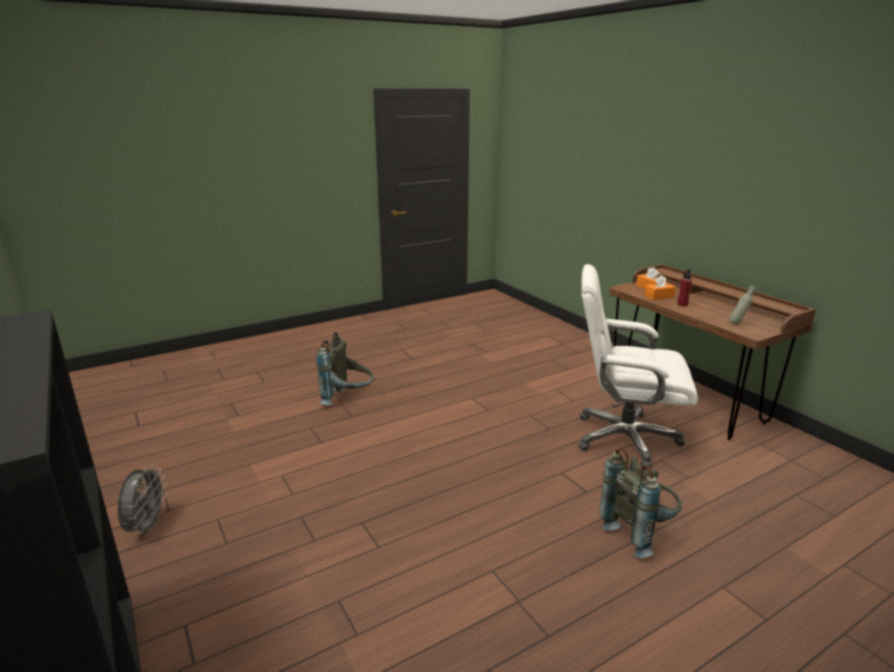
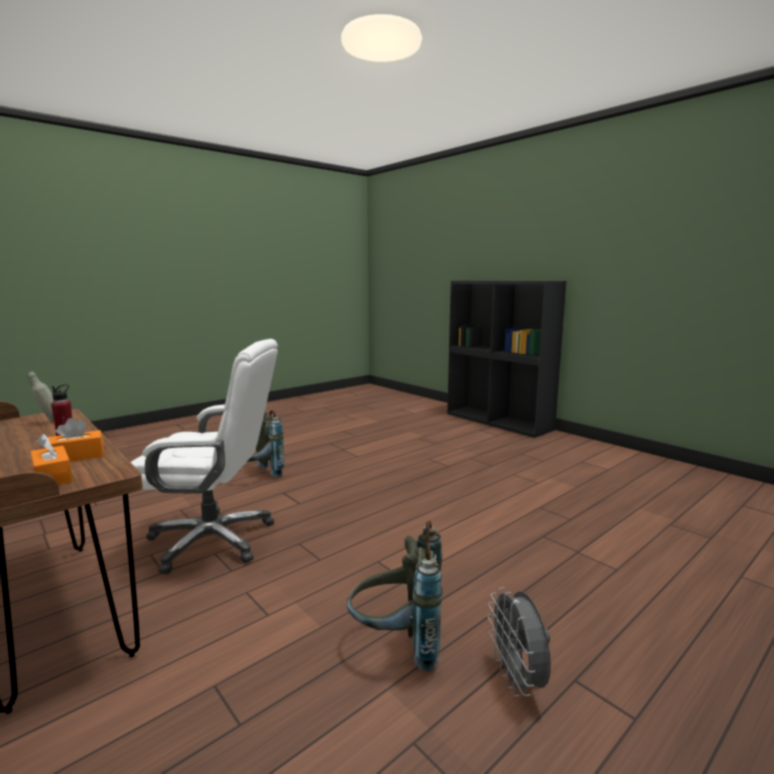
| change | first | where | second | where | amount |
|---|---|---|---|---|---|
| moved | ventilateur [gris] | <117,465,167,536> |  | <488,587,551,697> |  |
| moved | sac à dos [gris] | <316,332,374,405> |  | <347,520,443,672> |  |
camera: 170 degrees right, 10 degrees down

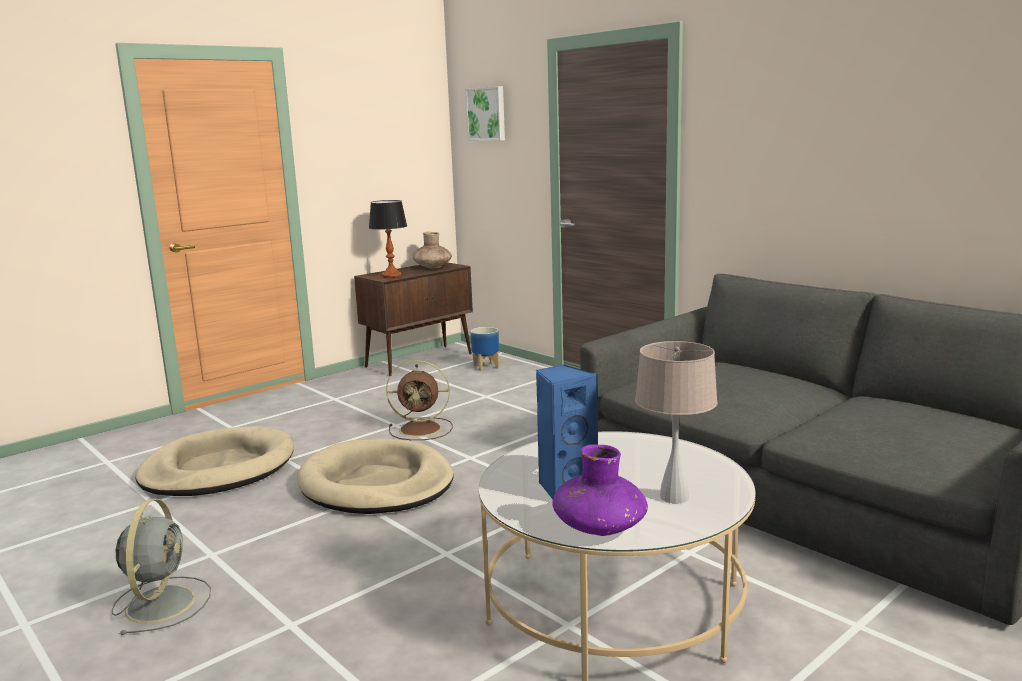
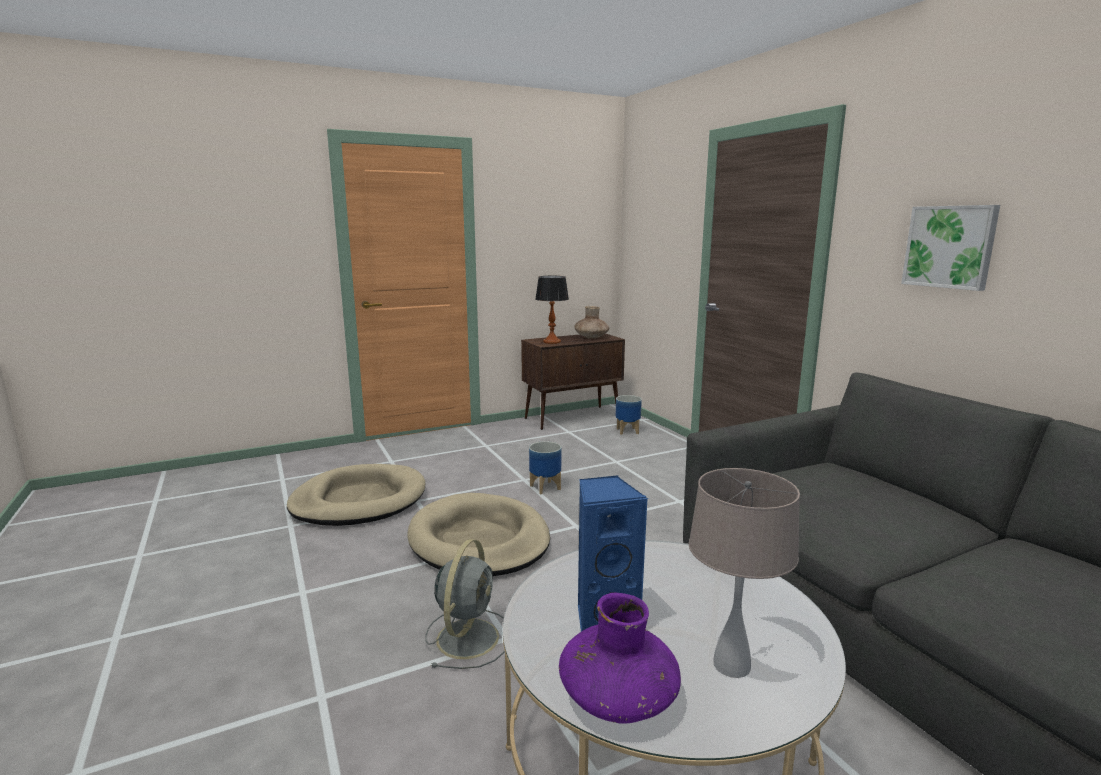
| change | first | where | second | where | amount |
|---|---|---|---|---|---|
| moved | ventilateur [gris] | <112,499,211,635> |  | <425,539,505,669> |  |
| moved | tableau | <465,86,505,141> |  | <901,205,1000,291> |  |
| replaced | ventilateur [marron] | <386,360,453,440> | cache-pot | <529,441,561,494> |  |
camera: 15 degrees right, 0 degrees up

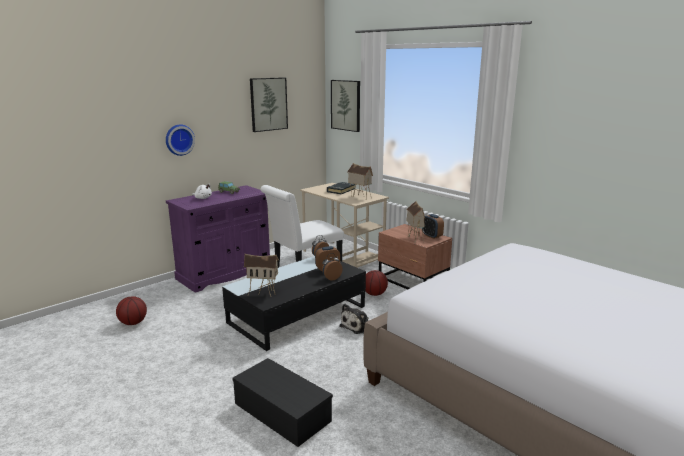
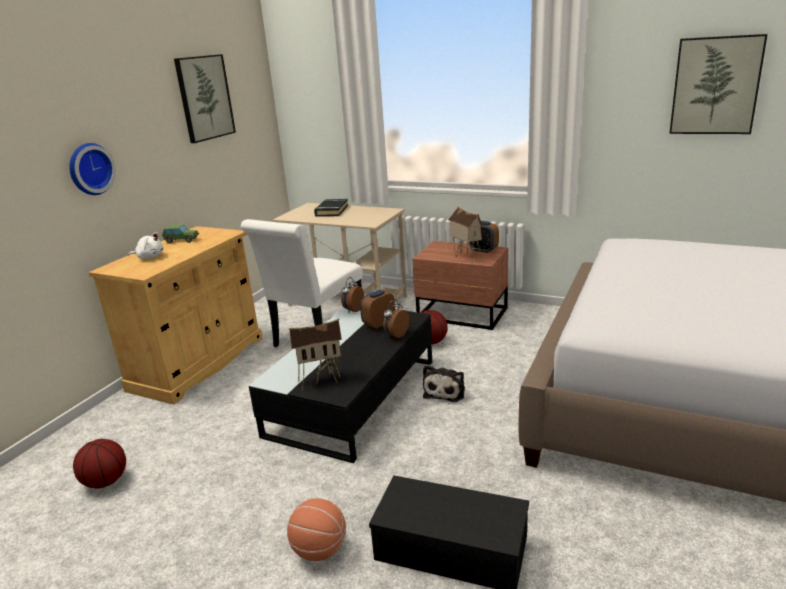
| change | first | where | second | where | amount |
|---|---|---|---|---|---|
| removed | maison miniature | <347,163,373,200> |  |  |  |
| added |  |  | ballon de basket | <287,498,346,561> |  |
| moved | tableau | <331,80,360,132> |  | <669,34,768,134> |  |
| recoloured | meuble de rangement [violet] | <166,185,270,293> | meuble de rangement [beige] | <89,226,263,404> |  |
camera: 20 degrees left, 5 degrees up

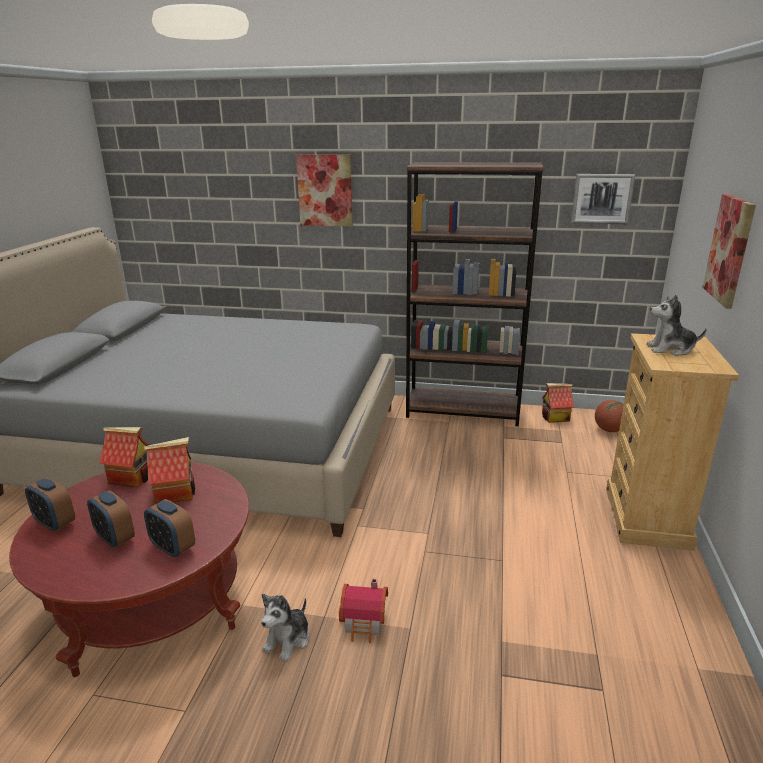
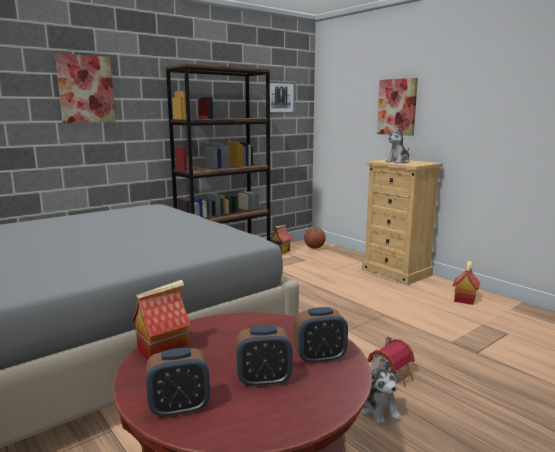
| change | first | where | second | where | amount |
|---|---|---|---|---|---|
| moved | maison miniature | <144,437,195,504> |  | <453,261,480,305> |  |
camera: 50 degrees left, 10 degrees down

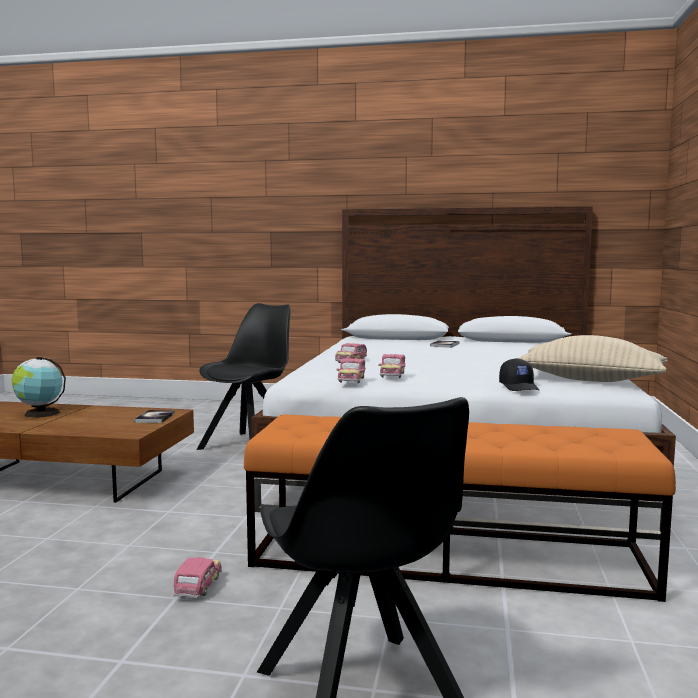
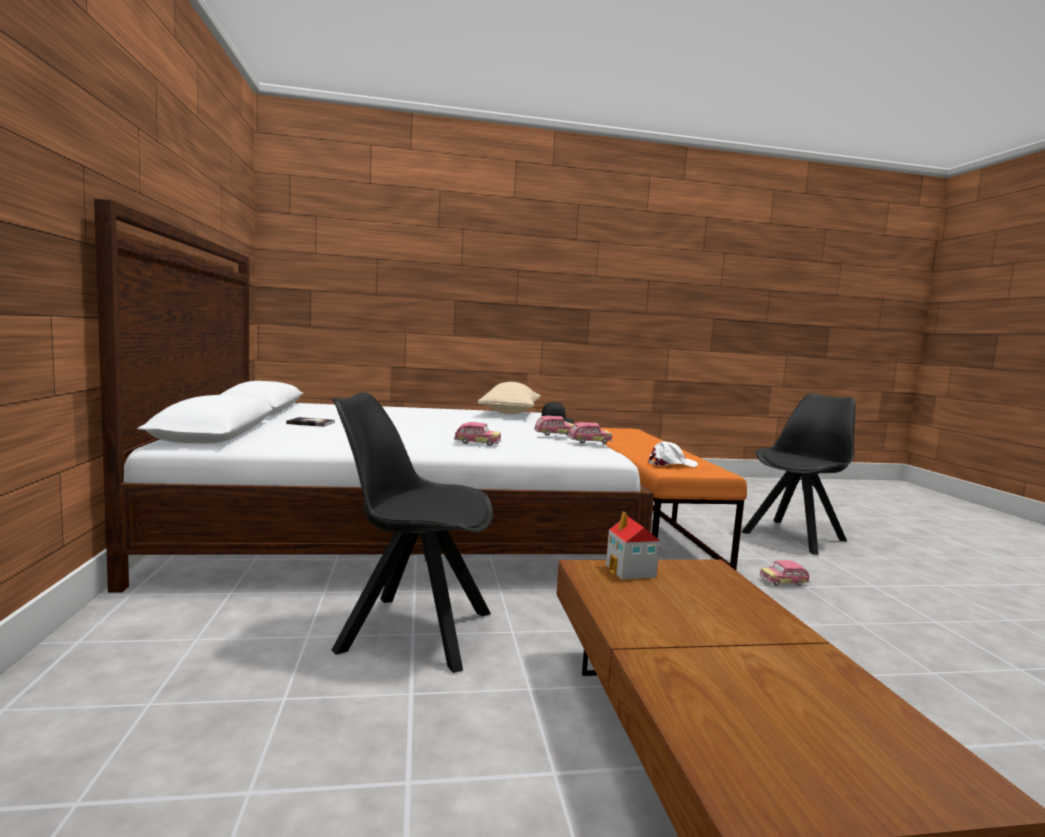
| change | first | where | second | where | amount |
|---|---|---|---|---|---|
| removed | globe | <11,357,66,418> |  |  |  |
| added |  |  | casquette [blanc] | <648,441,698,467> |  |
| replaced | livre | <134,410,175,423> | maison miniature | <606,512,660,580> |  |
camera: 110 degrees left, 0 degrees up

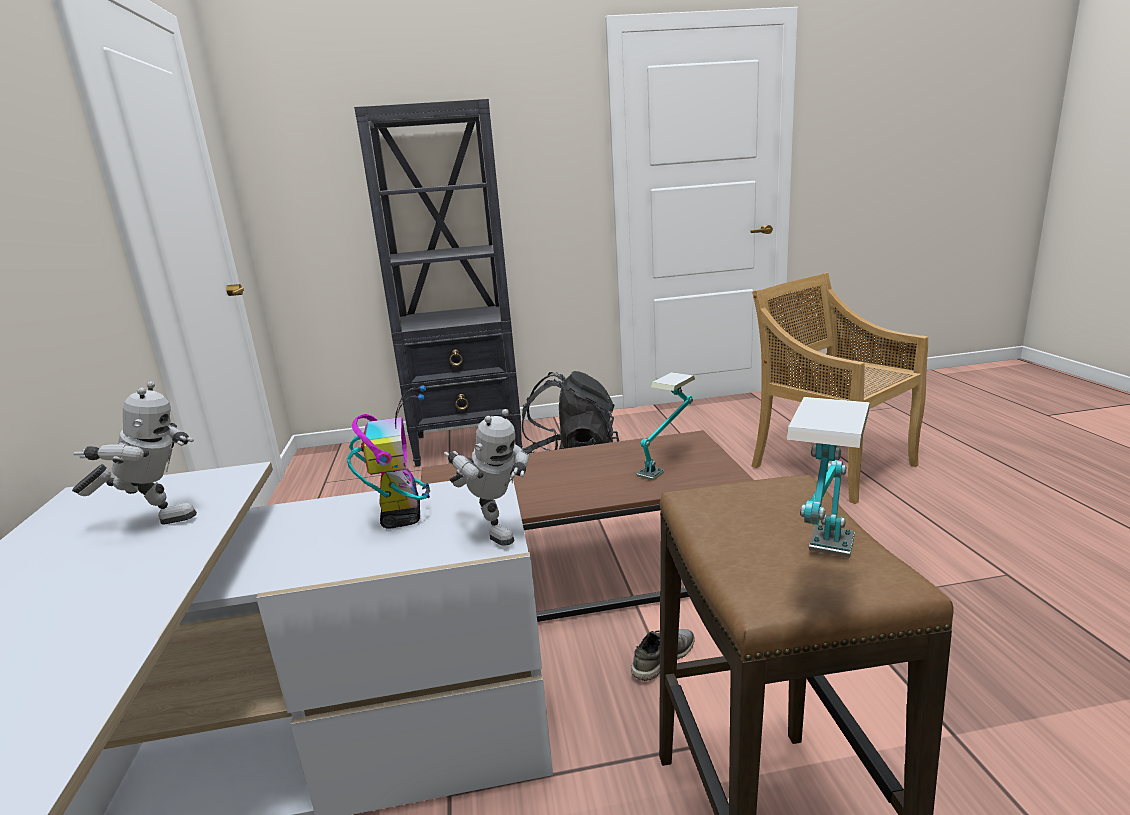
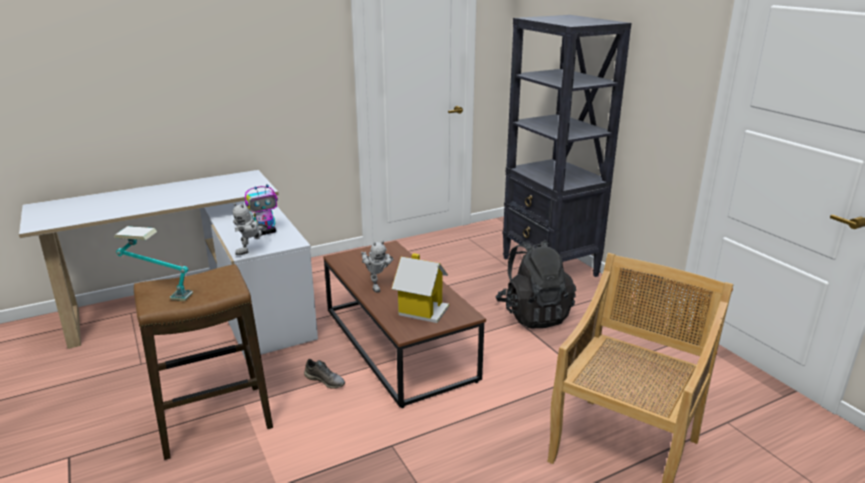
| change | first | where | second | where | amount |
|---|---|---|---|---|---|
| moved | robot jouet | <72,381,197,525> |  | <361,241,393,293> |  |
| replaced | lampe de table | <636,372,695,481> | maison miniature | <392,253,449,323> |  |
camera: 70 degrees right, 5 degrees up

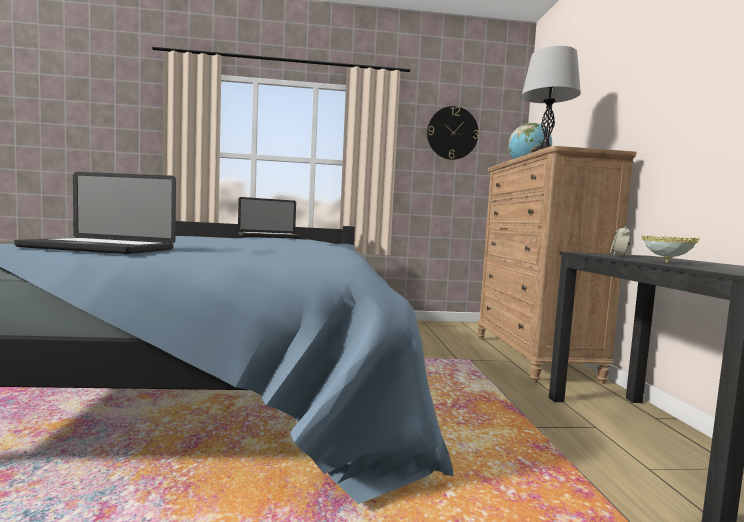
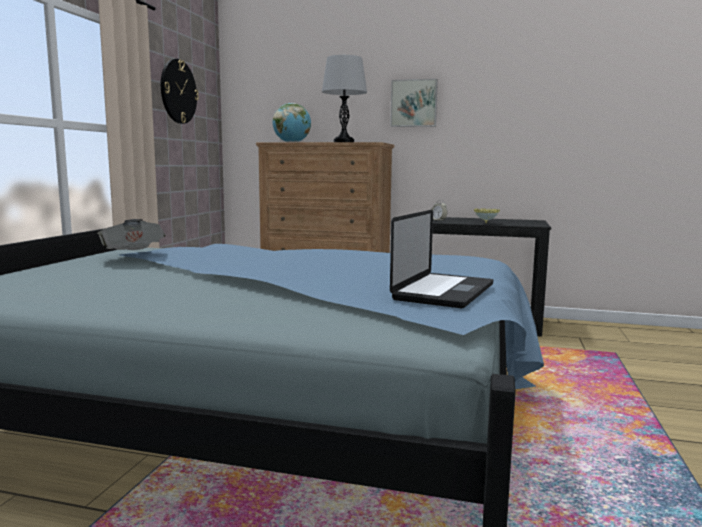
| change | first | where | second | where | amount |
|---|---|---|---|---|---|
| added |  |  | tableau | <390,79,438,127> |  |
| replaced | ordinateur portable | <238,197,302,239> | journal | <97,220,166,250> |  |
camera: 70 degrees left, 5 degrees up

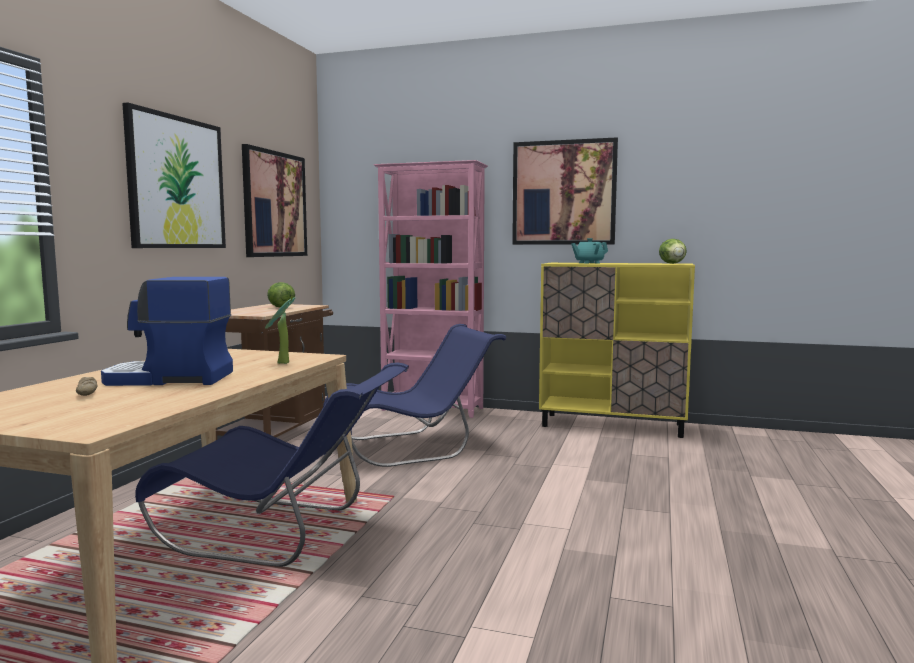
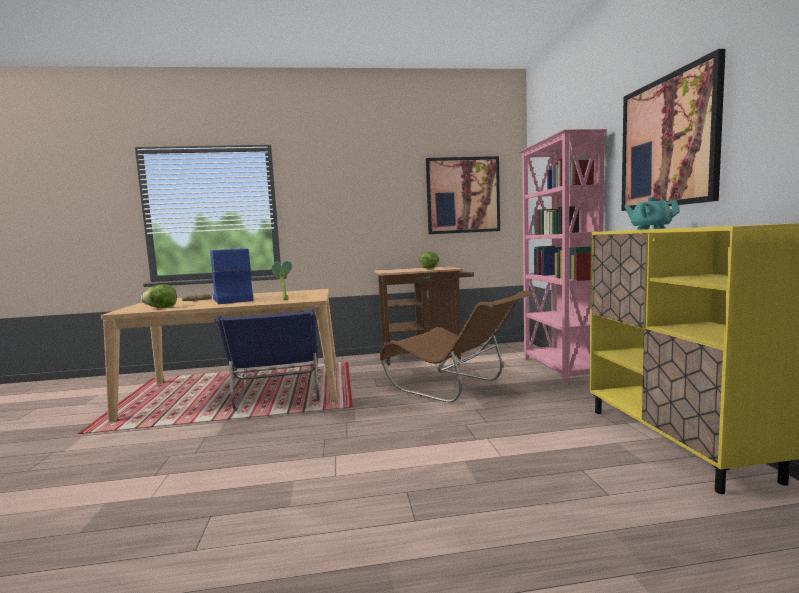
| change | first | where | second | where | amount |
|---|---|---|---|---|---|
| removed | tableau | <122,103,226,248> |  |  |  |
| moved | laitue | <659,239,687,264> |  | <141,284,177,308> |  |
| recoloured | chaise [bleu] | <323,324,506,467> | chaise [marron] | <380,291,532,403> |  |
camera: 65 degrees right, 0 degrees up

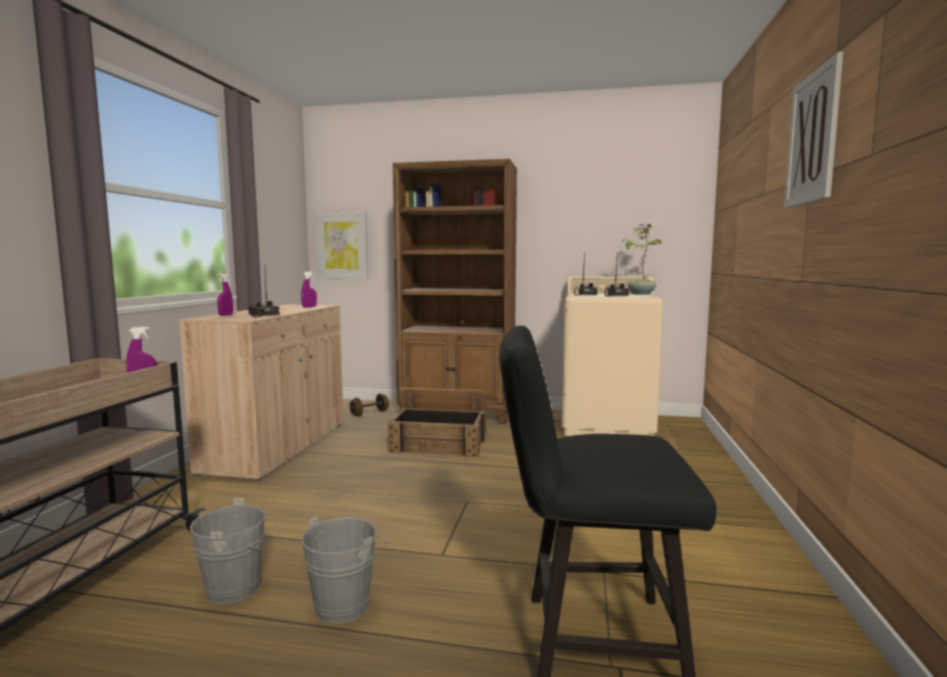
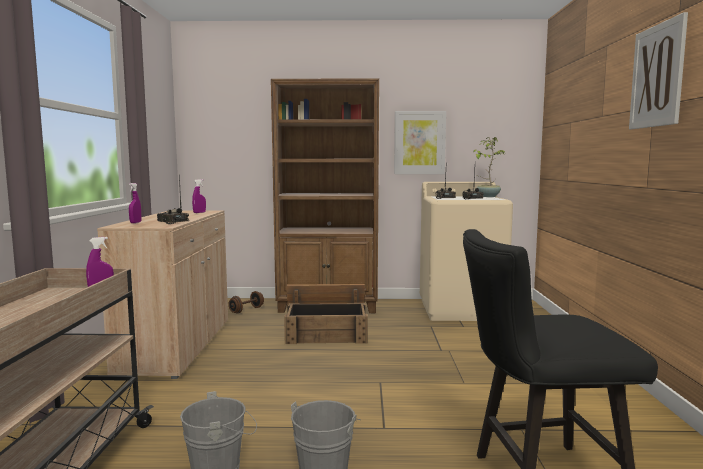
| change | first | where | second | where | amount |
|---|---|---|---|---|---|
| moved | tableau | <315,212,368,279> |  | <394,111,446,174> |  |
camera: 10 degrees left, 0 degrees up

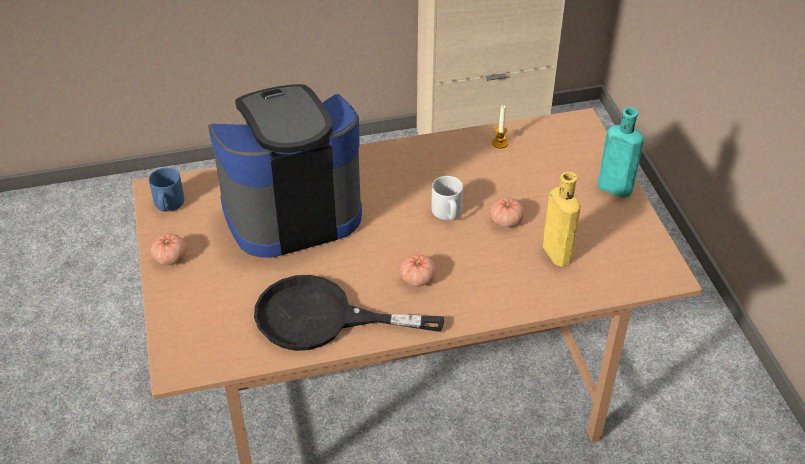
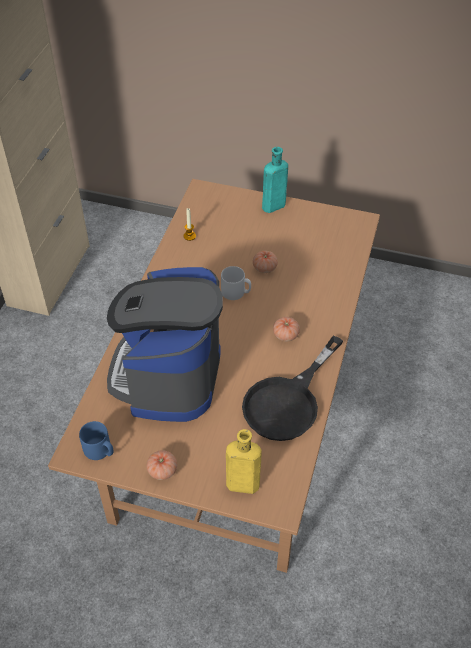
| change | first | where | second | where | amount |
|---|---|---|---|---|---|
| moved | bouteille [jaune] | <543,172,581,267> |  | <226,429,262,494> |  |
camera: 60 degrees left, 5 degrees up

